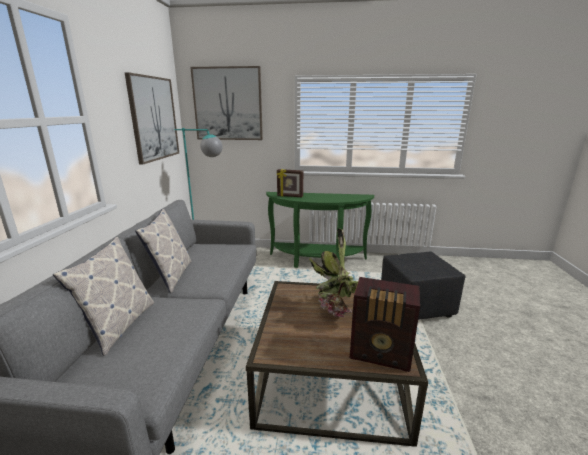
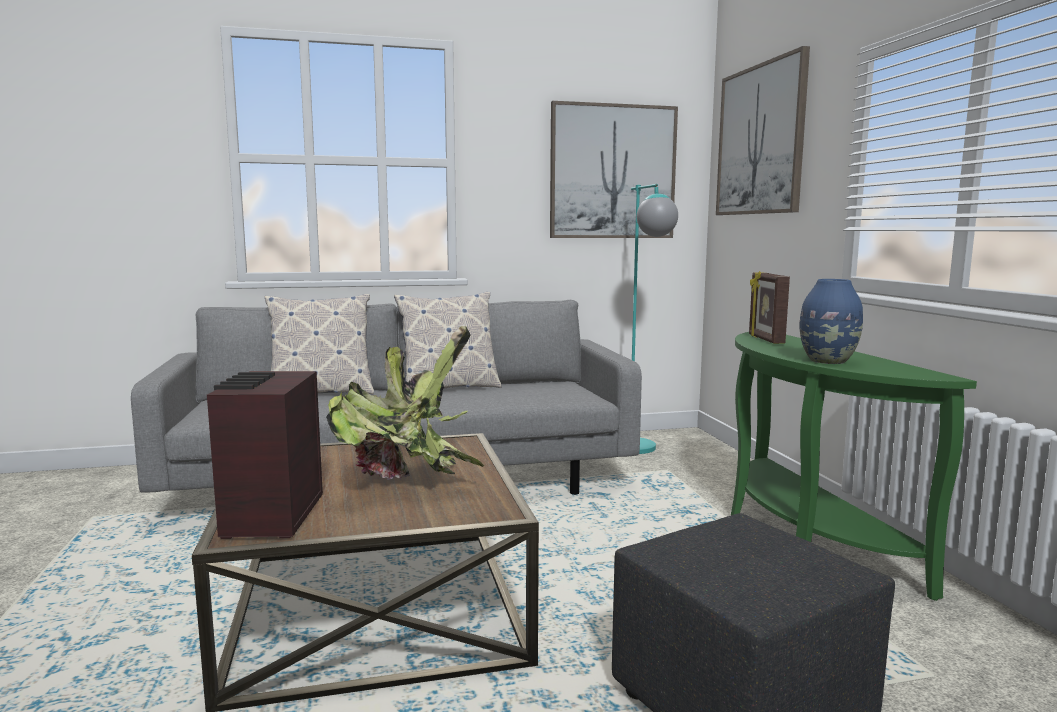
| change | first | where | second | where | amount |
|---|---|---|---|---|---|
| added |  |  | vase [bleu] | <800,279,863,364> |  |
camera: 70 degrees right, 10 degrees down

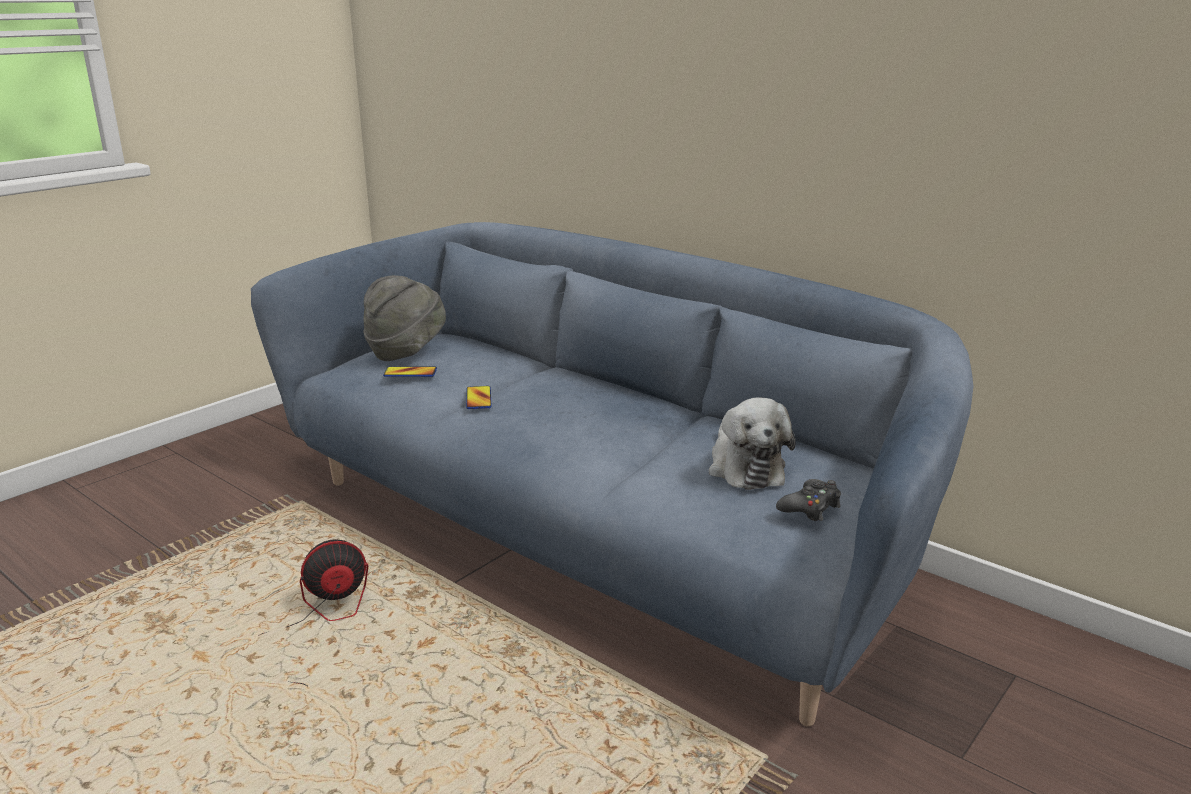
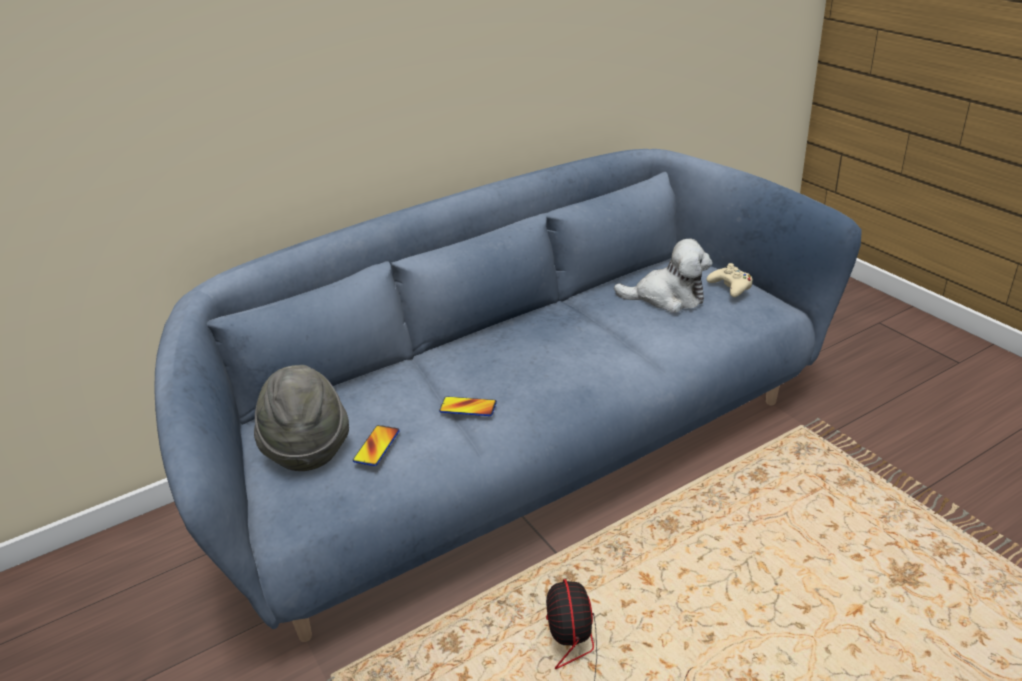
| change | first | where | second | where | amount |
|---|---|---|---|---|---|
| recoloured | manette [noir] | <776,479,841,521> | manette [beige] | <707,263,753,297> |  |
camera: 70 degrees left, 10 degrees up

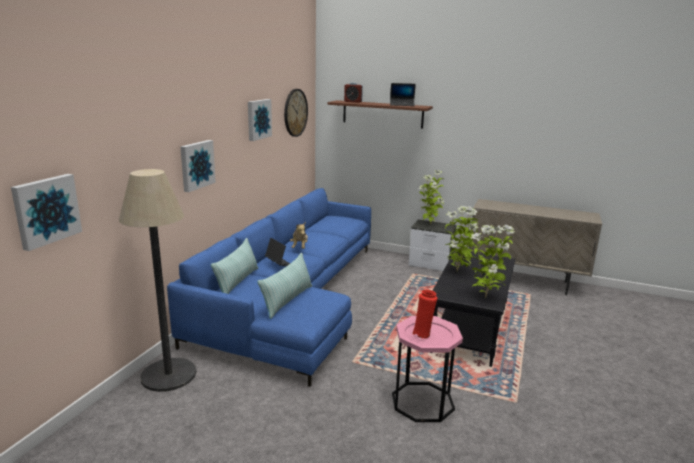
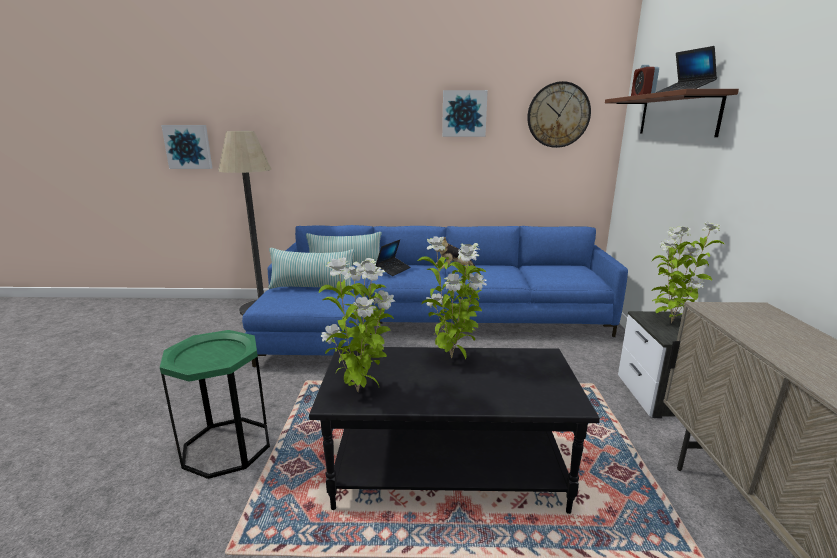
| change | first | where | second | where | amount |
|---|---|---|---|---|---|
| removed | tableau | <180,140,216,192> |  |  |  |
| removed | vase [rouge] | <412,290,437,339> |  |  |  |
| recoloured | table d'appoint [rose] | <392,316,463,422> | table d'appoint [vert] | <160,330,270,479> |  |
camera: 70 degrees right, 0 degrees up

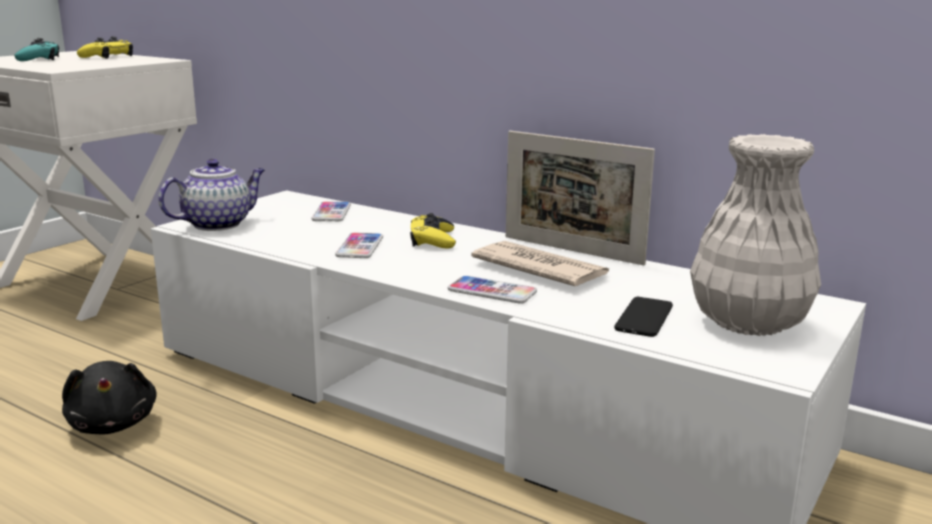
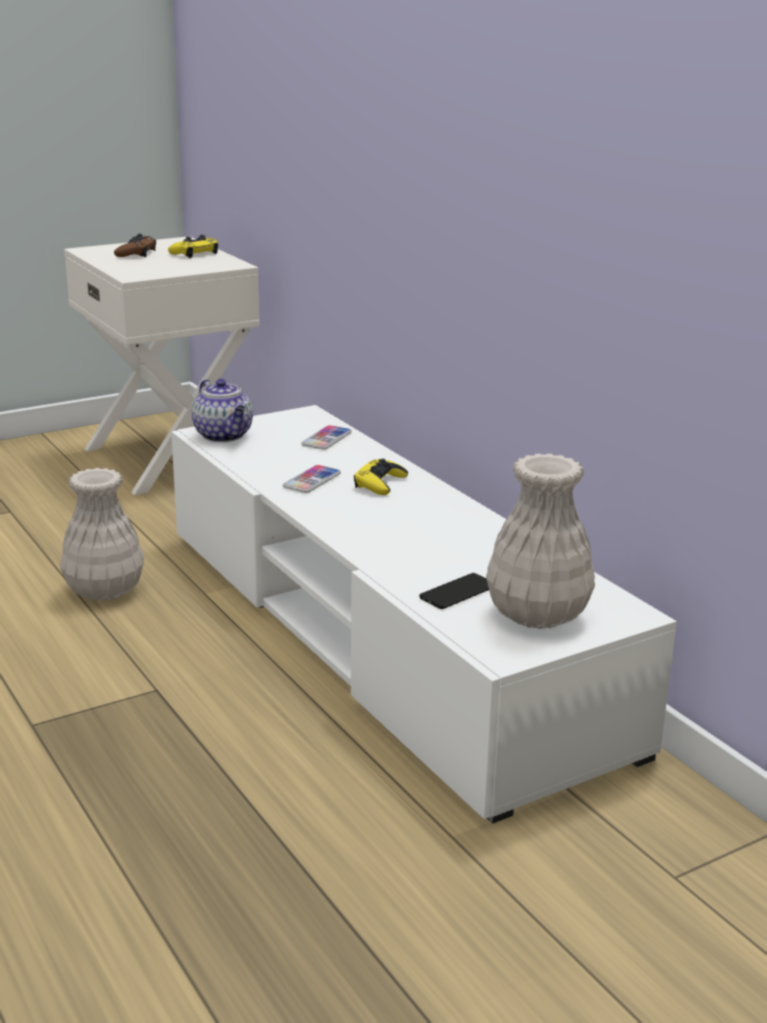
| change | first | where | second | where | amount |
|---|---|---|---|---|---|
| removed | téléphone | <448,276,537,304> |  |  |  |
| removed | journal | <471,241,609,286> |  |  |  |
| removed | cadre photo | <506,131,655,265> |  |  |  |
| replaced | peluche [noir] | <62,361,157,435> | vase [blanc] | <60,468,144,601> |  |
| recoloured | manette [turquoise] | <14,38,59,61> | manette [marron] | <114,233,156,257> |  |
| turned | théière | <158,159,265,231> |  | <192,379,253,442> | 75 degrees clockwise |
camera: 25 degrees right, 5 degrees up

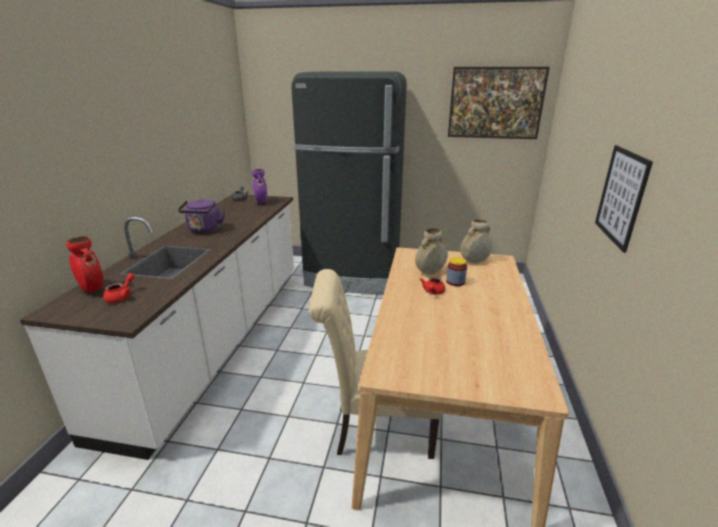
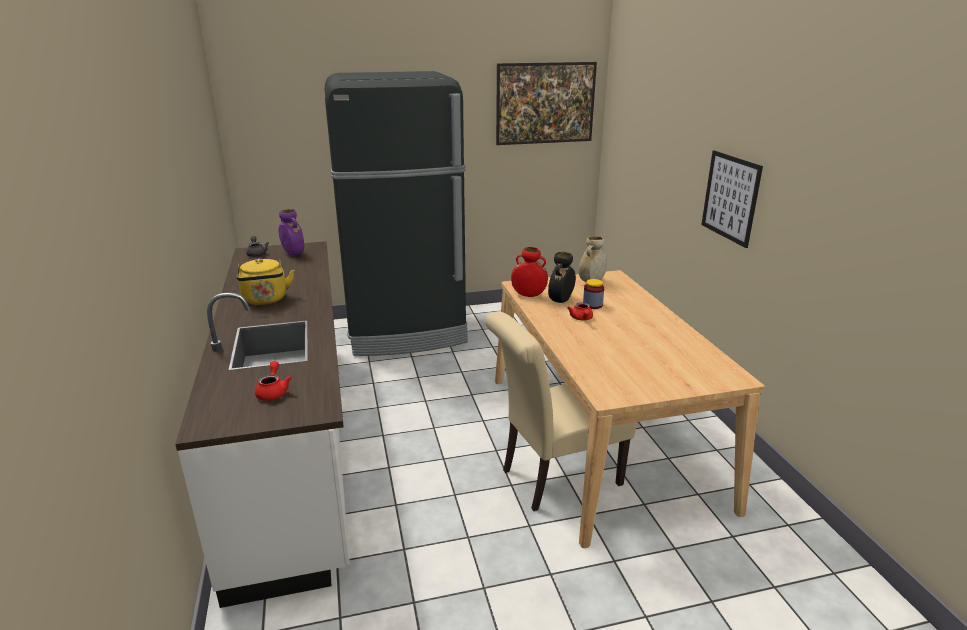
| change | first | where | second | where | amount |
|---|---|---|---|---|---|
| moved | vase [rouge] | <67,236,103,292> |  | <511,247,548,297> |  |
| recoloured | bouilloire [violet] | <178,199,225,233> | bouilloire [jaune] | <237,258,294,305> |  |
| recoloured | vase [beige] | <415,228,448,274> | vase [noir] | <548,252,576,303> |  |
camera: 25 degrees left, 0 degrees up

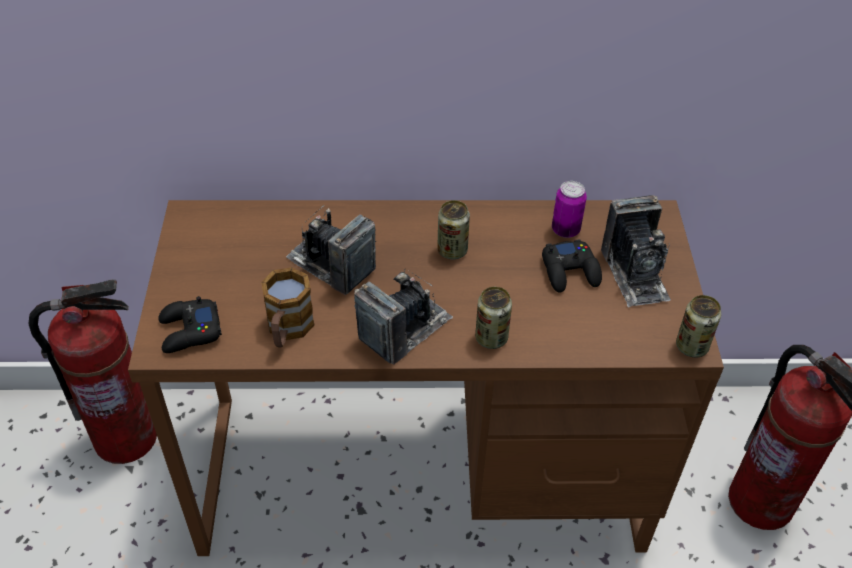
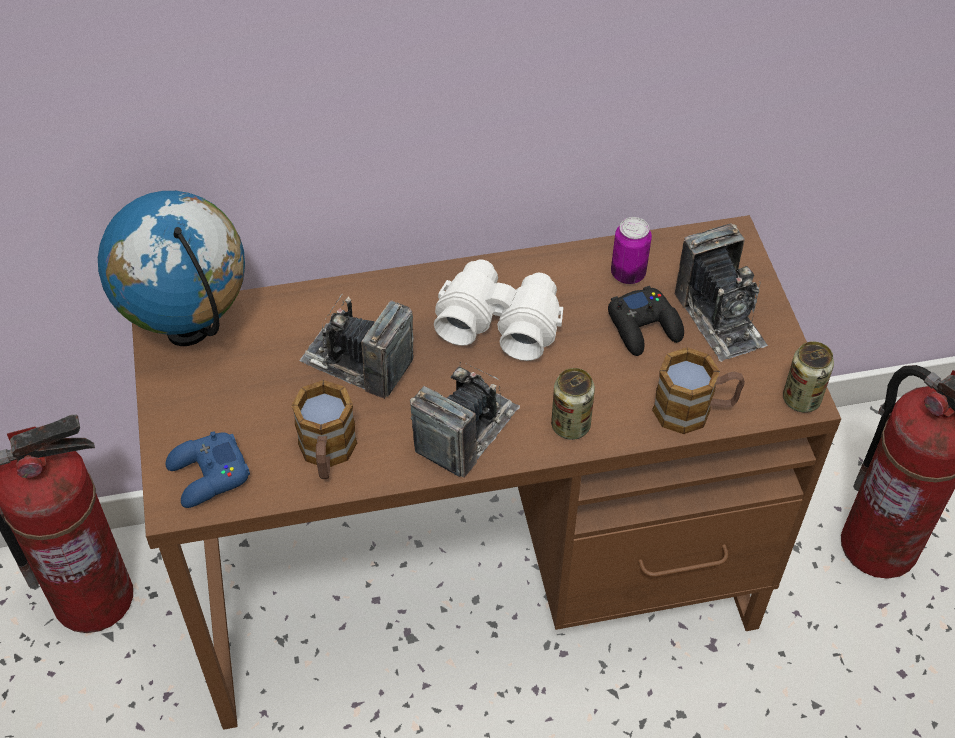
| change | first | where | second | where | amount |
|---|---|---|---|---|---|
| added |  |  | globe | <98,191,245,346> |  |
| added |  |  | mug | <652,347,745,434> |  |
| replaced | boîte métallique | <437,200,470,260> | jumelles [blanc] | <434,259,563,361> |  |
| recoloured | manette [noir] | <158,296,222,353> | manette [bleu] | <166,431,250,508> |  |
camera: 10 degrees left, 5 degrees up

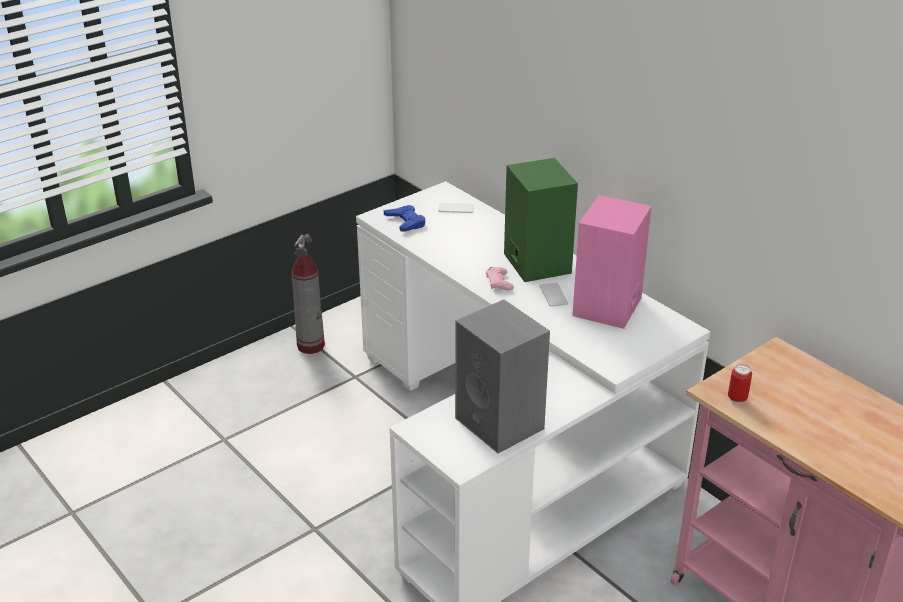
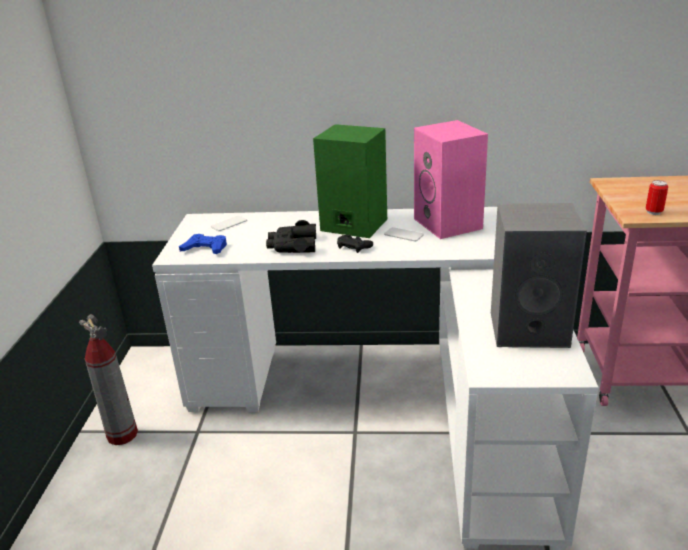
| change | first | where | second | where | amount |
|---|---|---|---|---|---|
| added |  |  | jumelles [noir] | <266,220,316,253> |  |
| recoloured | manette [rose] | <486,267,514,291> | manette [noir] | <337,234,373,253> |  |
camera: 45 degrees left, 5 degrees down

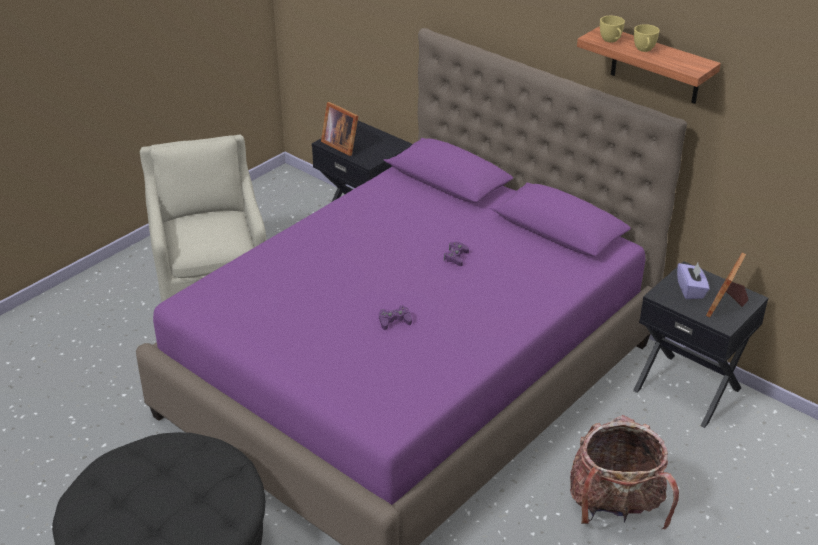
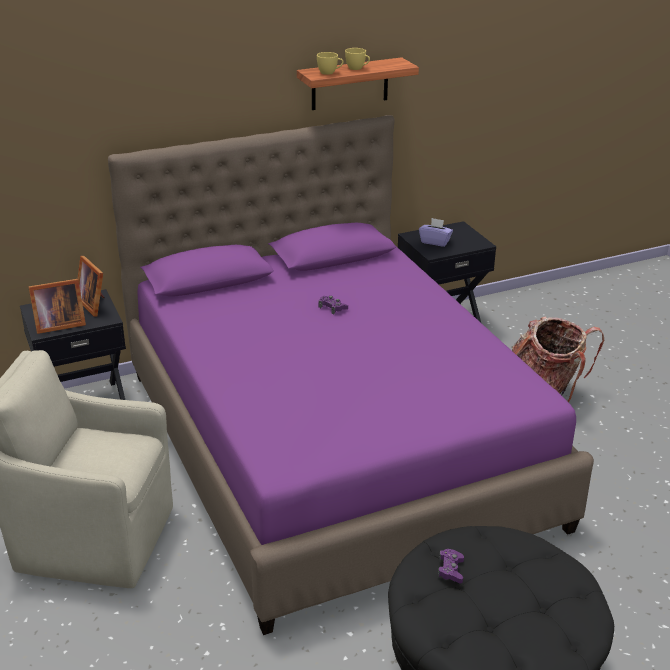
| change | first | where | second | where | amount |
|---|---|---|---|---|---|
| moved | manette [violet] | <379,305,412,330> |  | <438,549,464,583> |  |
| moved | cadre photo | <706,252,749,317> |  | <77,256,105,317> |  |
camera: 65 degrees left, 5 degrees down

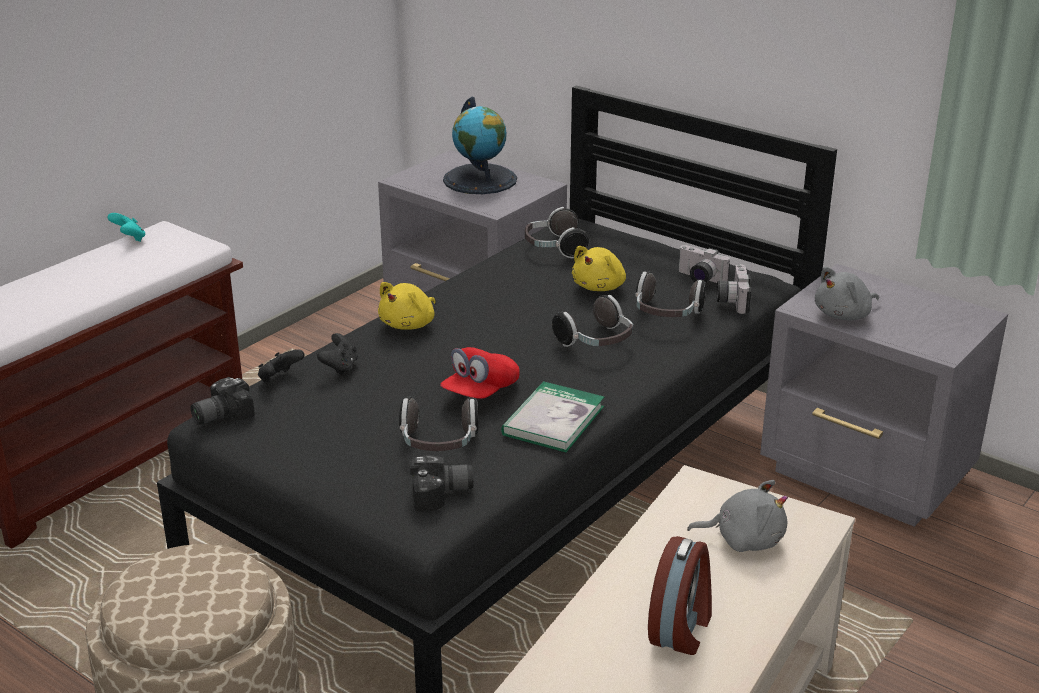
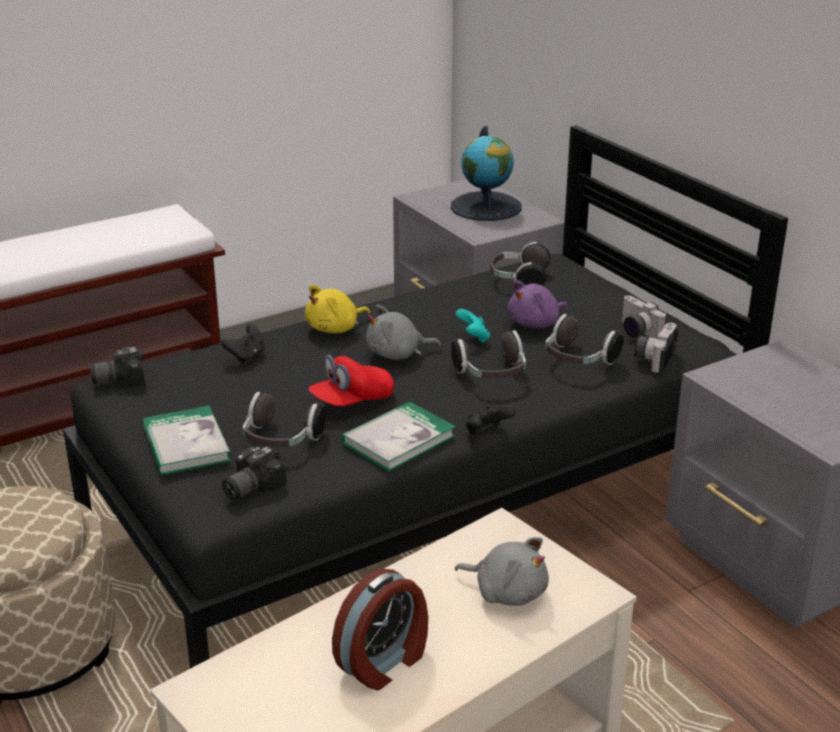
| change | first | where | second | where | amount |
|---|---|---|---|---|---|
| added |  |  | livre | <142,406,231,475> |  |
| moved | manette [turquoise] | <107,213,146,242> |  | <456,309,490,343> |  |
| moved | manette [noir] | <258,349,305,382> |  | <466,406,516,434> |  |
| moved | peluche [gris] | <815,267,879,320> |  | <366,304,441,360> |  |
| recoloured | peluche [jaune] | <572,246,626,291> | peluche [violet] | <507,280,568,328> |  |
| turned | appareil photo | <410,455,473,512> |  | <222,446,287,500> | 120 degrees clockwise |
camera: 20 degrees right, 0 degrees up

